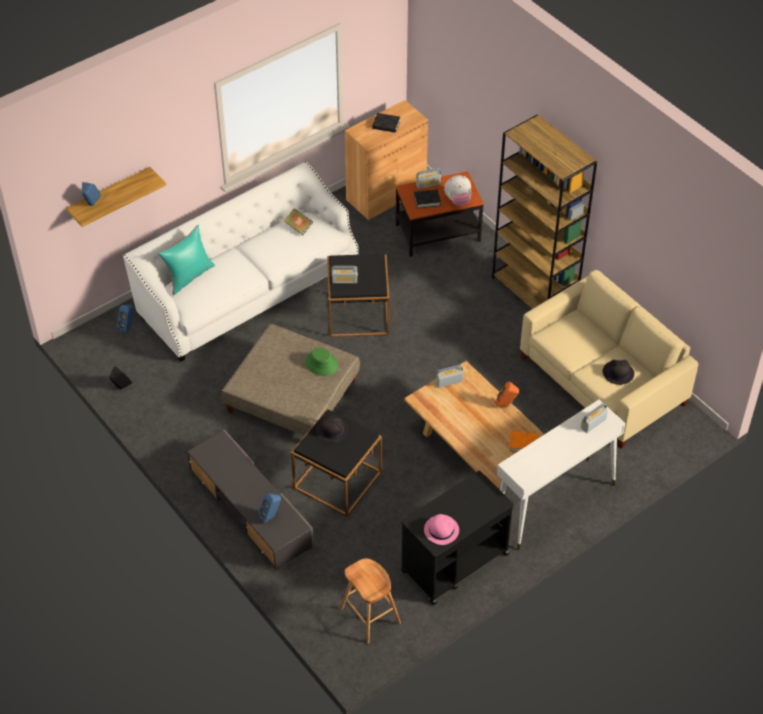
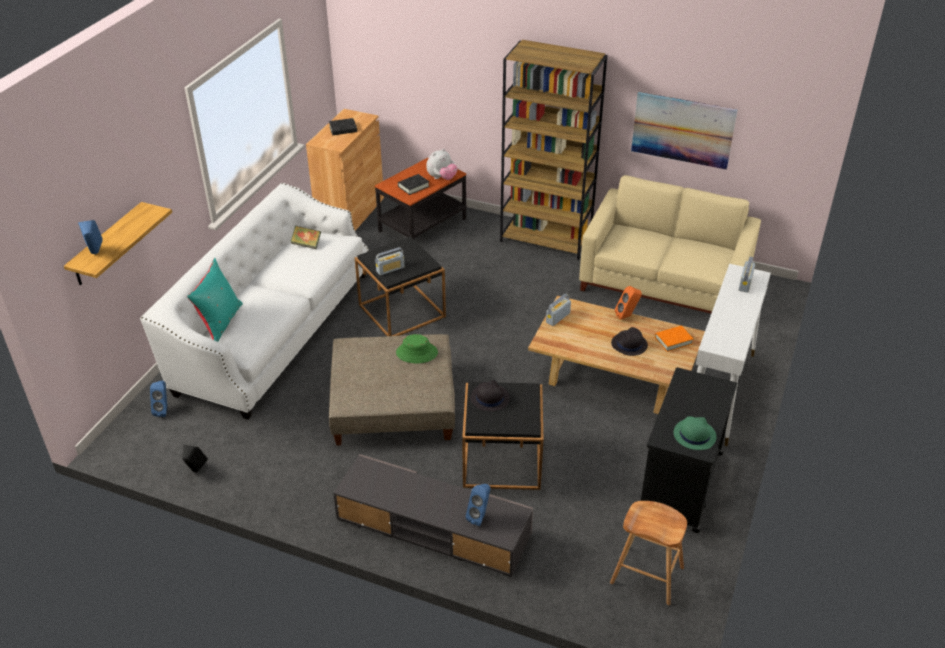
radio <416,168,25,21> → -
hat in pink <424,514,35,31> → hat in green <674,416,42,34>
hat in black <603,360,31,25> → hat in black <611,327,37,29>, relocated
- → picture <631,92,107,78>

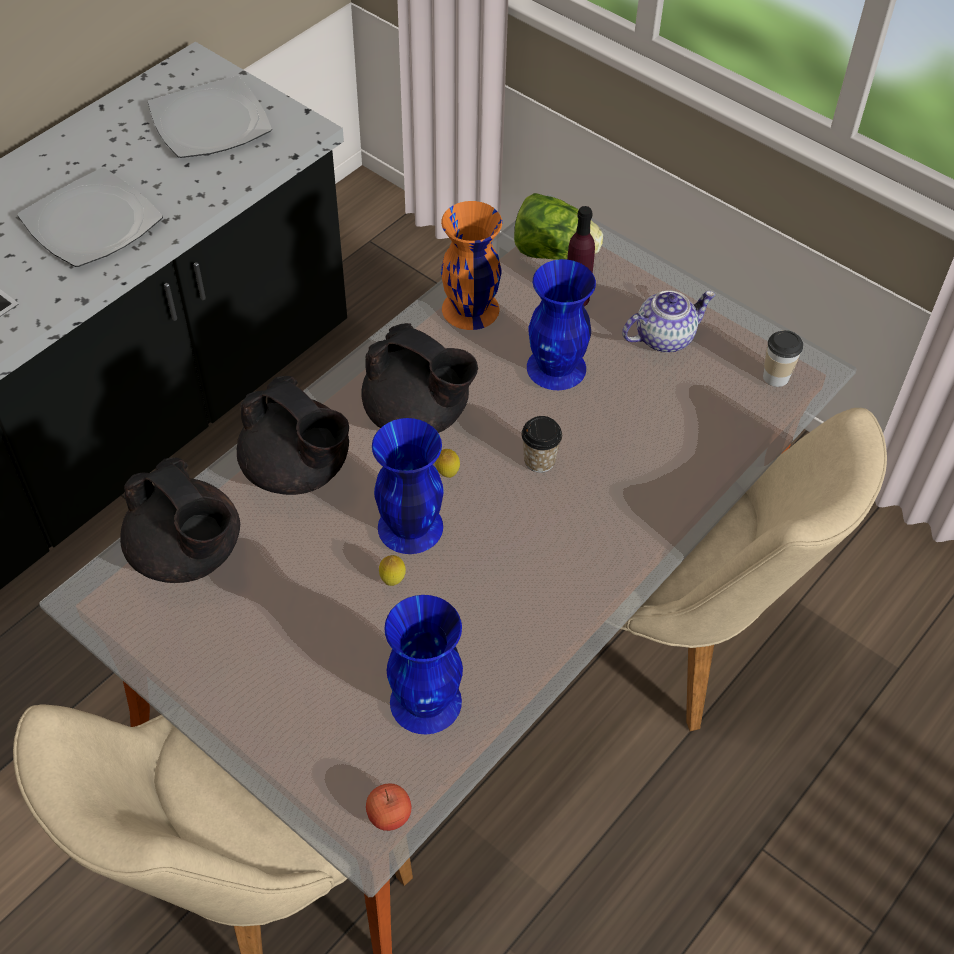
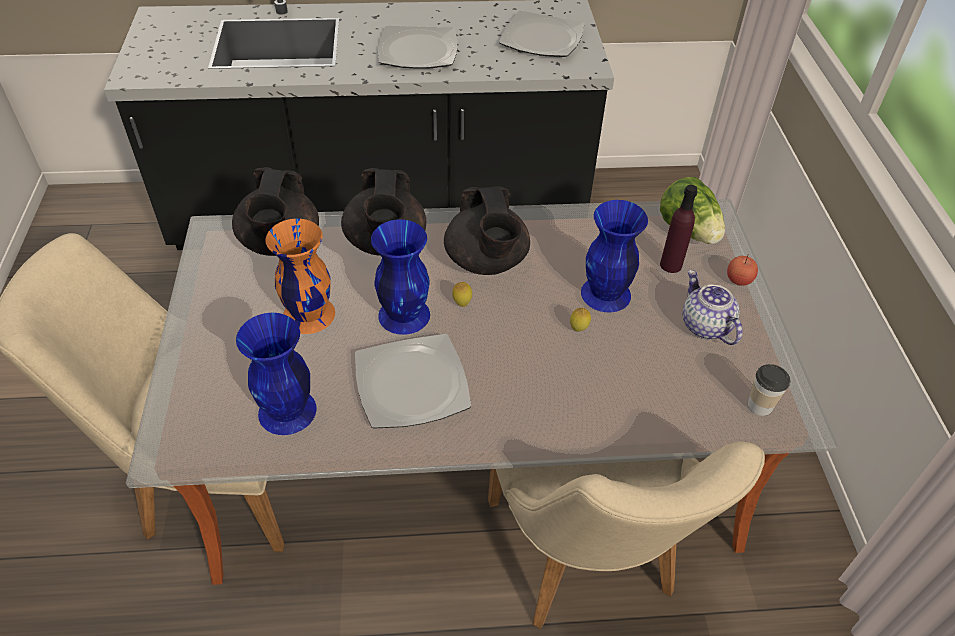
apple <366,784,45,47> → apple <727,255,31,31>, relocated
lemon <379,555,27,31> → lemon <570,308,21,24>, relocated
vase in orange <441,201,61,129> → vase in orange <266,219,69,115>, relocated
cup <521,416,41,57> → -
teapot <622,291,94,62> → teapot <683,270,60,75>, 135 degrees counterclockwise
- → plate <355,334,116,95>

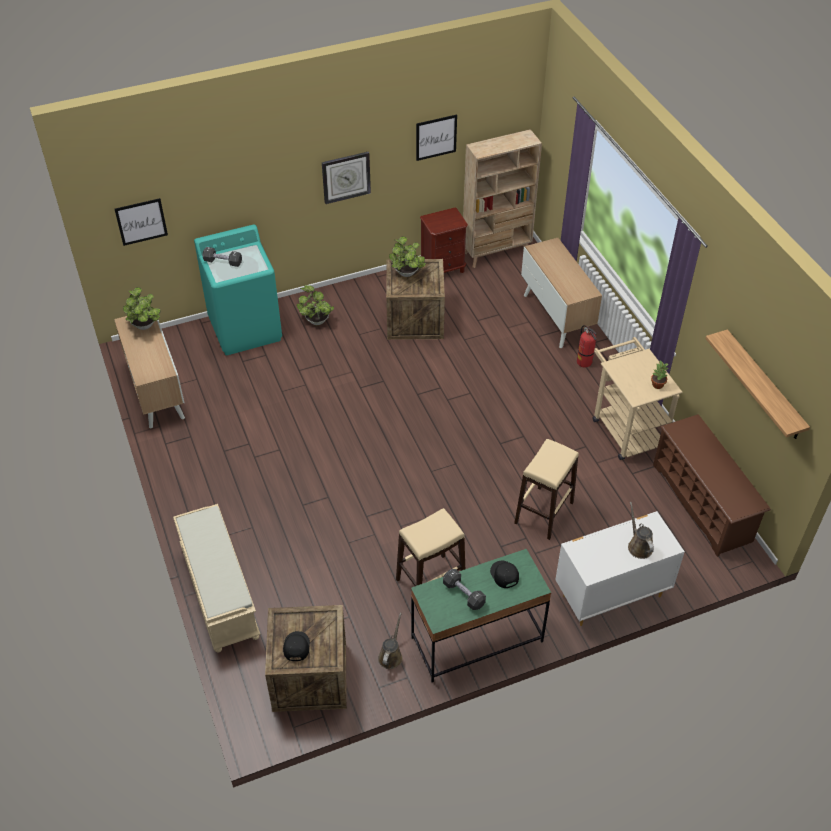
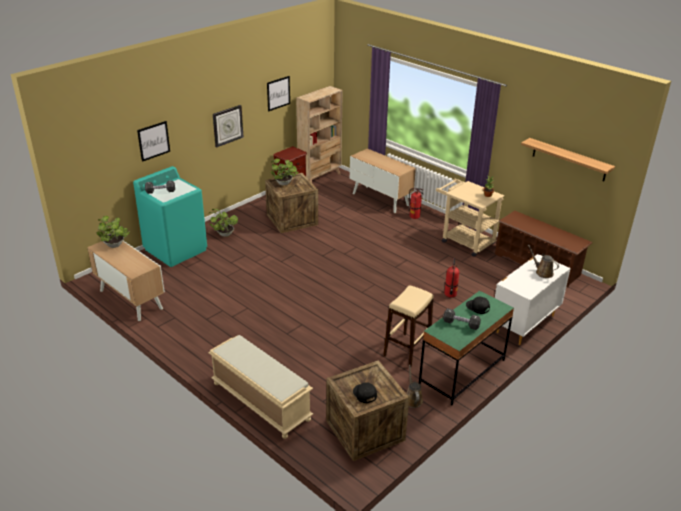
picture <114,198,54,48> → picture <137,121,33,41>, relocated
stool in beige <514,439,65,101> → fire extinguisher <444,258,15,40>

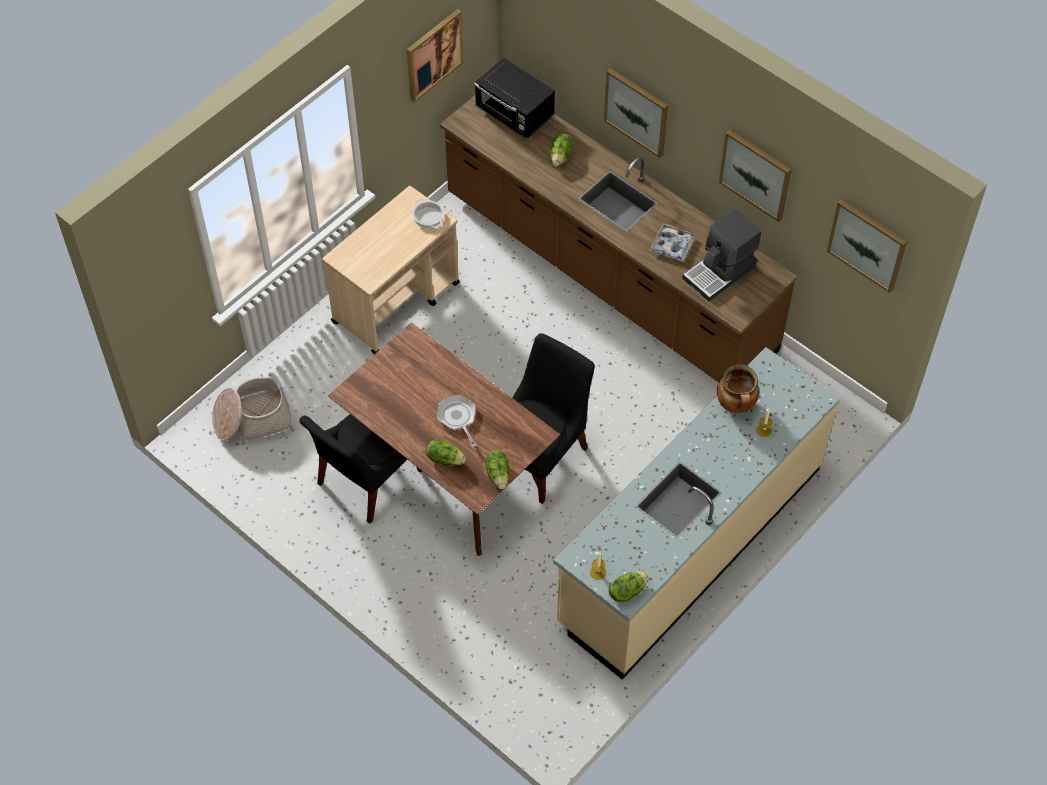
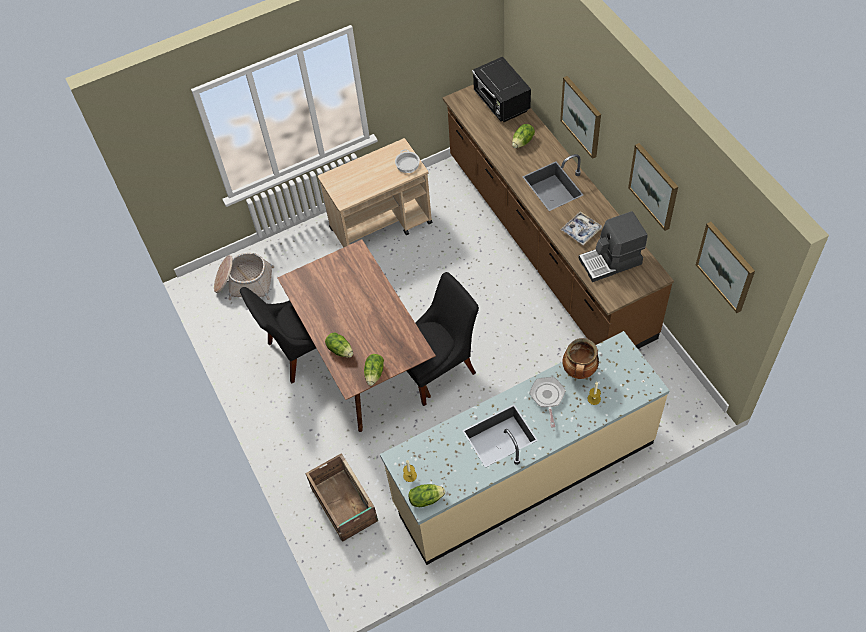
picture <407,9,57,94> → -
frying pan <437,394,40,53> → frying pan <529,377,37,50>, relocated
- → crate <305,453,73,89>

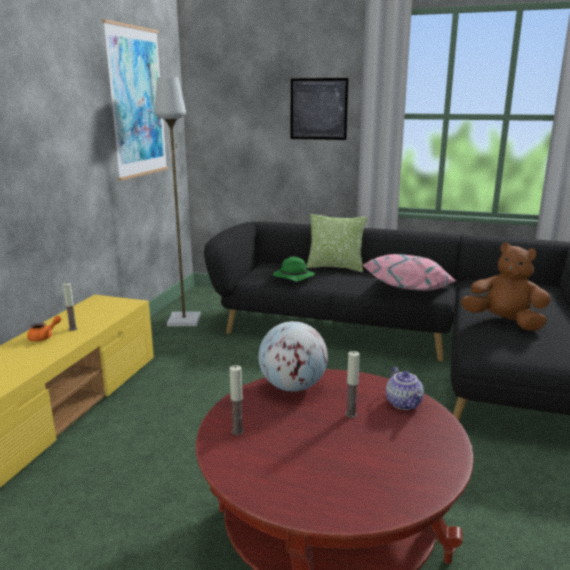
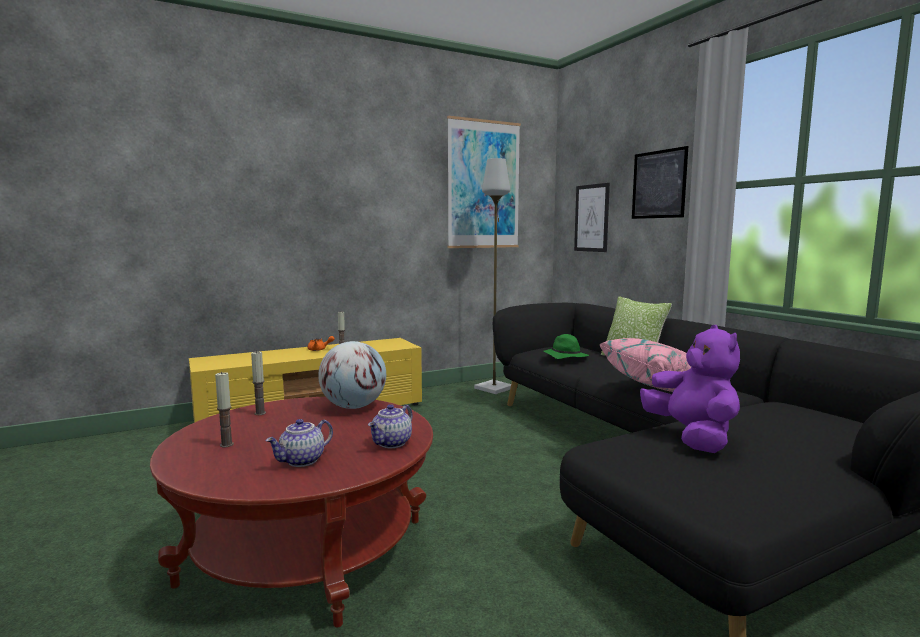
candle <345,351,15,67> → candle <215,371,19,76>, relocated
plush toy in brown <461,243,90,88> → plush toy in purple <640,325,100,128>
- → teapot <265,419,68,48>
- → picture <574,183,36,69>

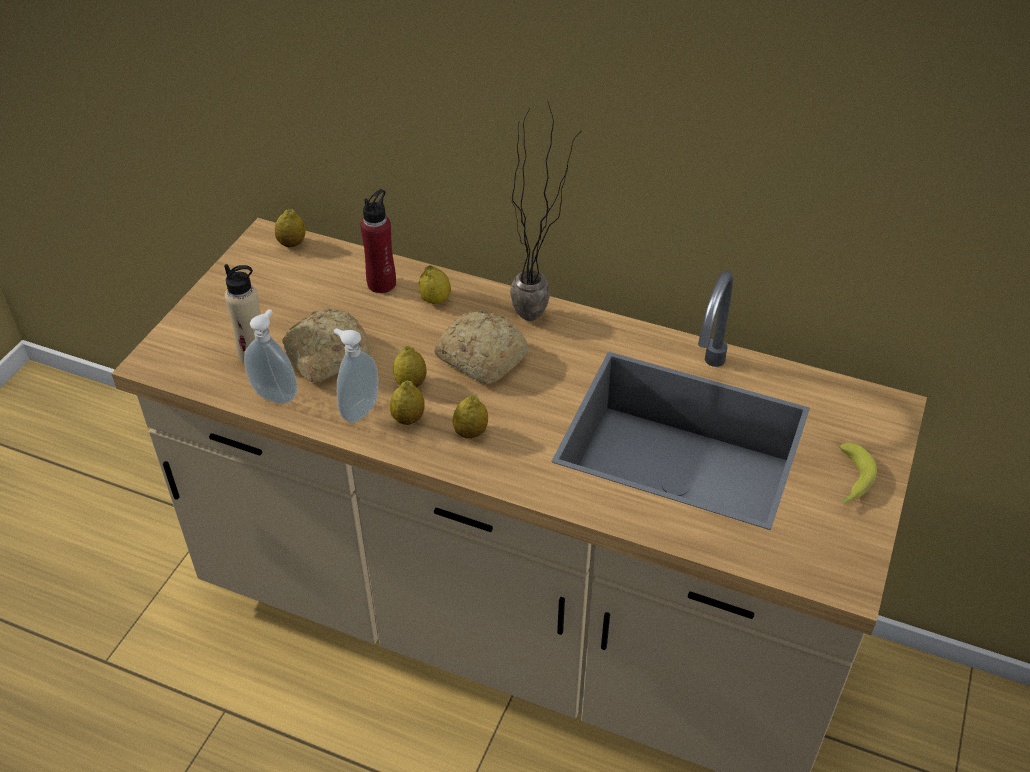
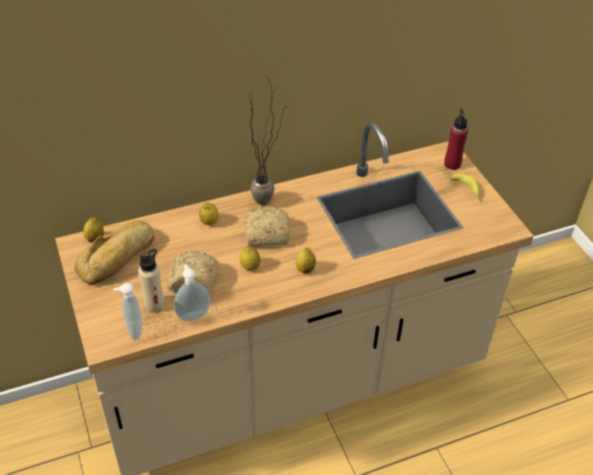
soap dispenser <334,328,45,95> → soap dispenser <114,283,28,57>, relocated
bottle in red <360,189,36,104> → bottle in red <444,109,24,61>, relocated
lemon <390,381,35,44> → -
- → bread <74,220,81,64>

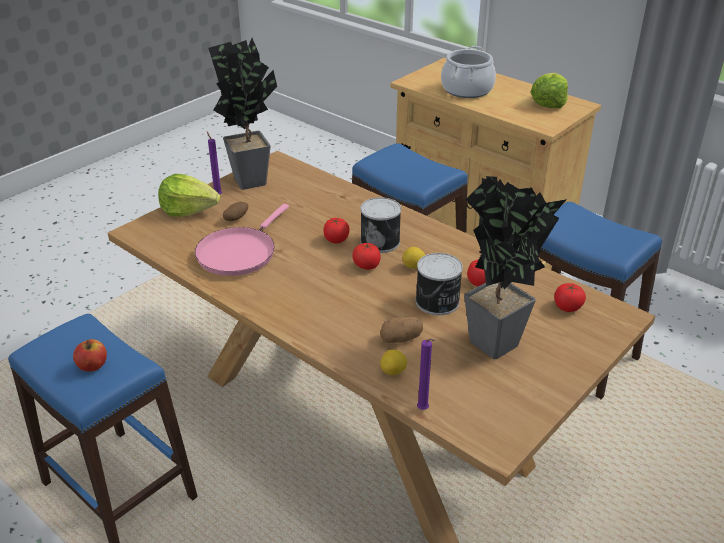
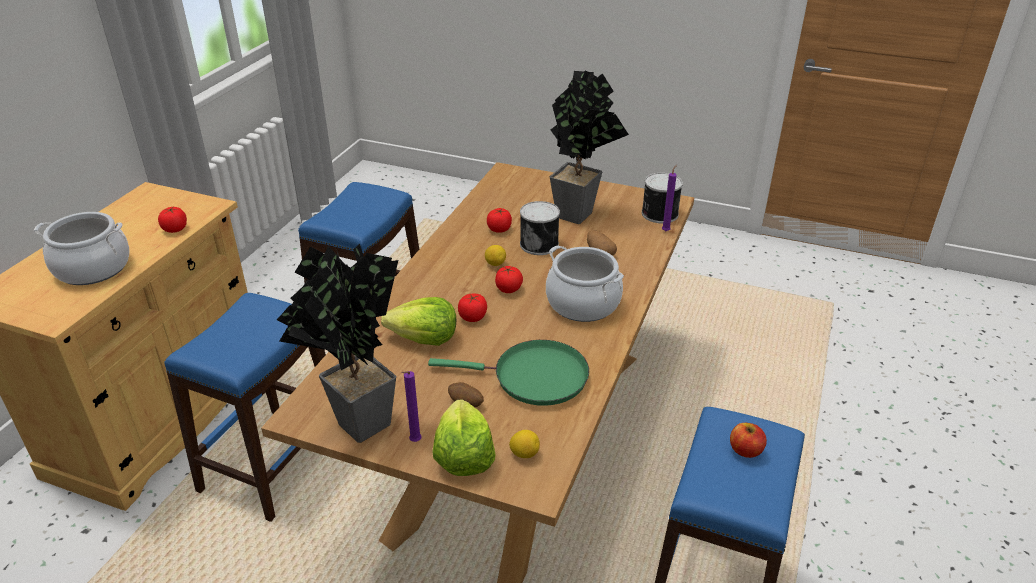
frying pan in pink <195,204,94,72> → frying pan in green <428,340,161,66>
can <360,197,41,56> → can <642,173,41,50>, relocated
lemon <380,349,27,26> → lemon <509,430,31,28>, relocated
lettuce <531,73,37,35> → lettuce <381,297,75,49>, relocated
tomato <554,283,32,29> → tomato <158,207,29,26>, relocated
- → cooking pot <546,245,78,77>

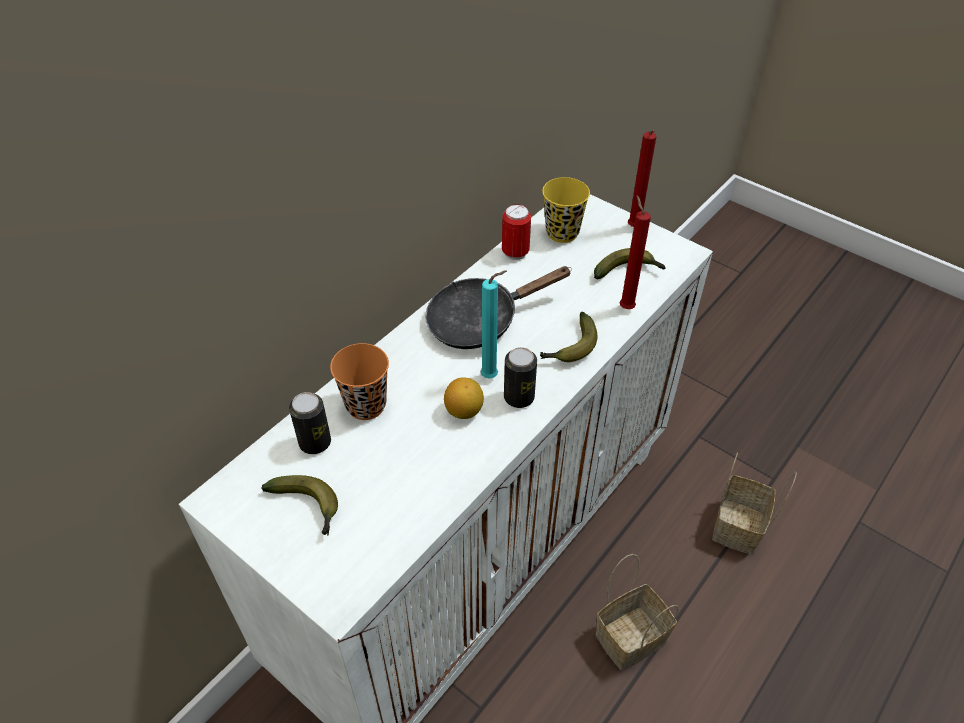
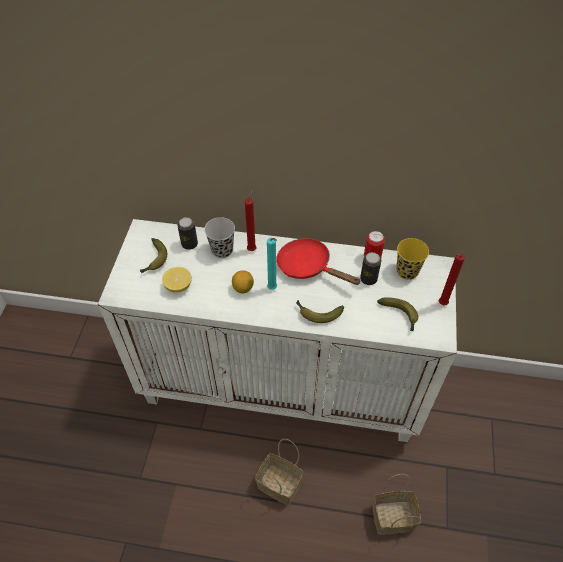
cup in orange <330,343,59,77> → cup in black <204,217,31,41>
frying pan in black <425,266,147,83> → frying pan in red <276,238,84,47>
can <504,347,33,61> → can <360,252,22,33>, relocated
candle in red <620,195,31,114> → candle in red <245,190,11,61>, relocated
- → lemon <162,267,30,25>

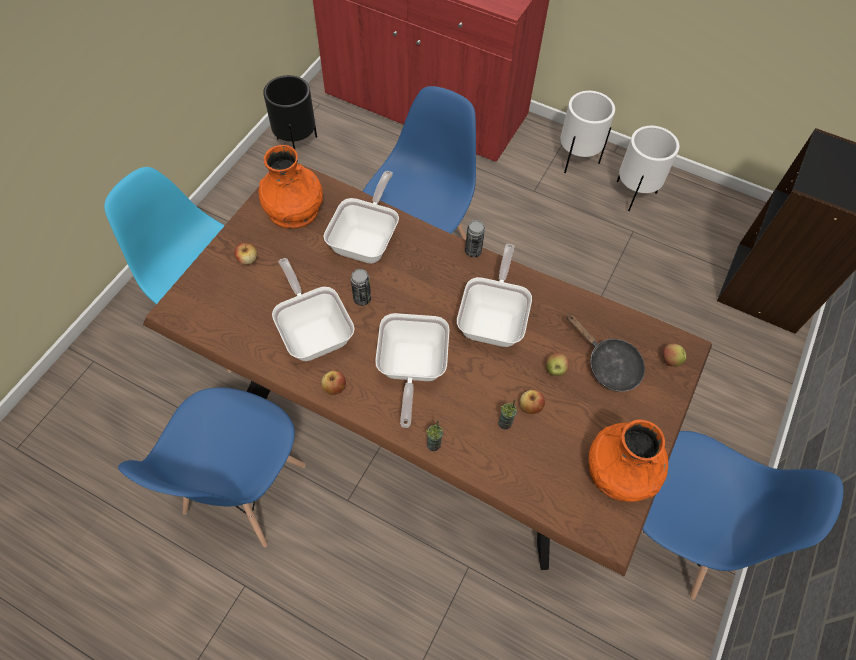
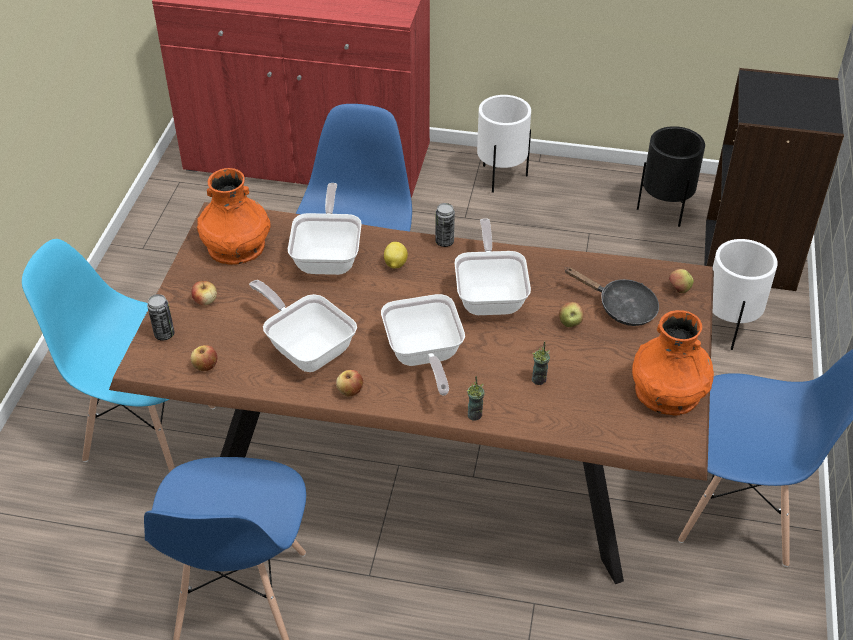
planter in black <263,75,54,87> → planter in black <637,126,68,101>, relocated
can <351,269,20,37> → can <147,294,28,47>, relocated
apple <520,390,25,24> → apple <191,345,26,26>, relocated
planter in white <617,126,62,85> → planter in white <713,239,65,111>, relocated
- → lemon <384,242,24,26>

